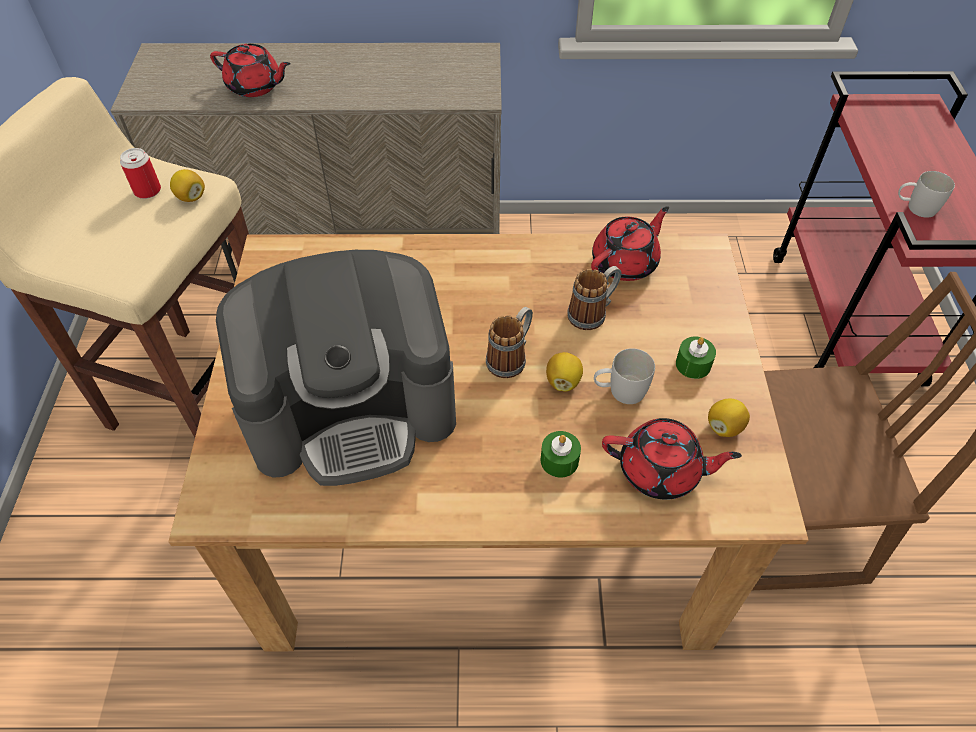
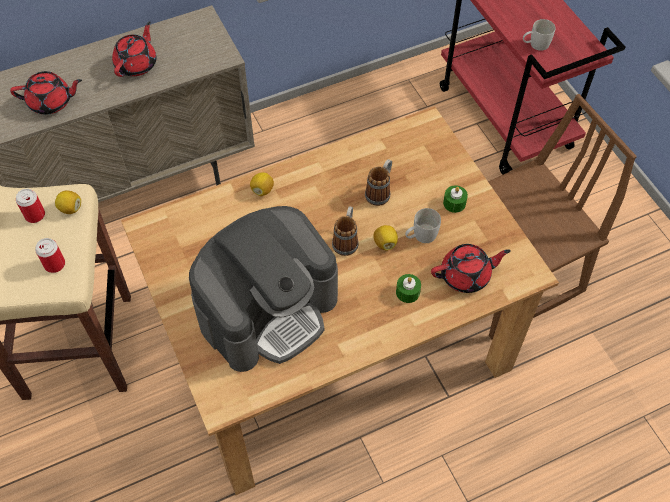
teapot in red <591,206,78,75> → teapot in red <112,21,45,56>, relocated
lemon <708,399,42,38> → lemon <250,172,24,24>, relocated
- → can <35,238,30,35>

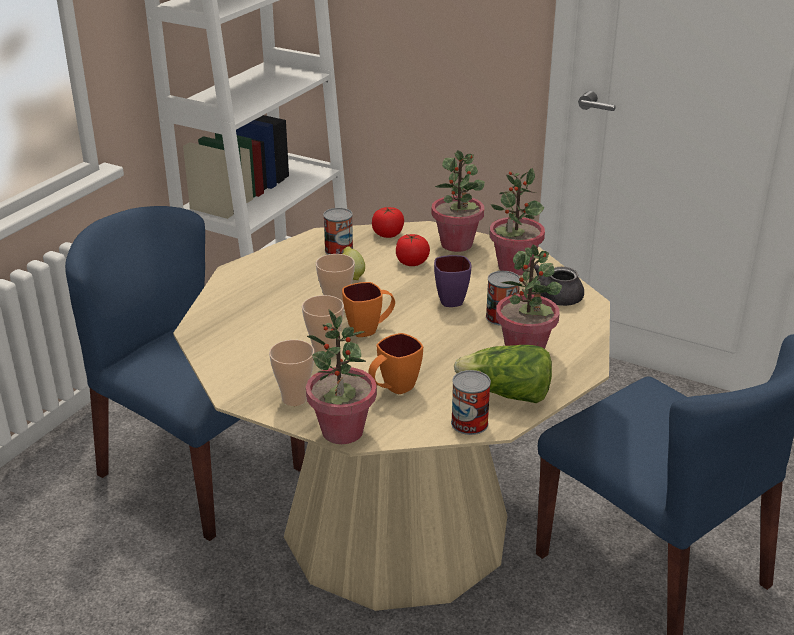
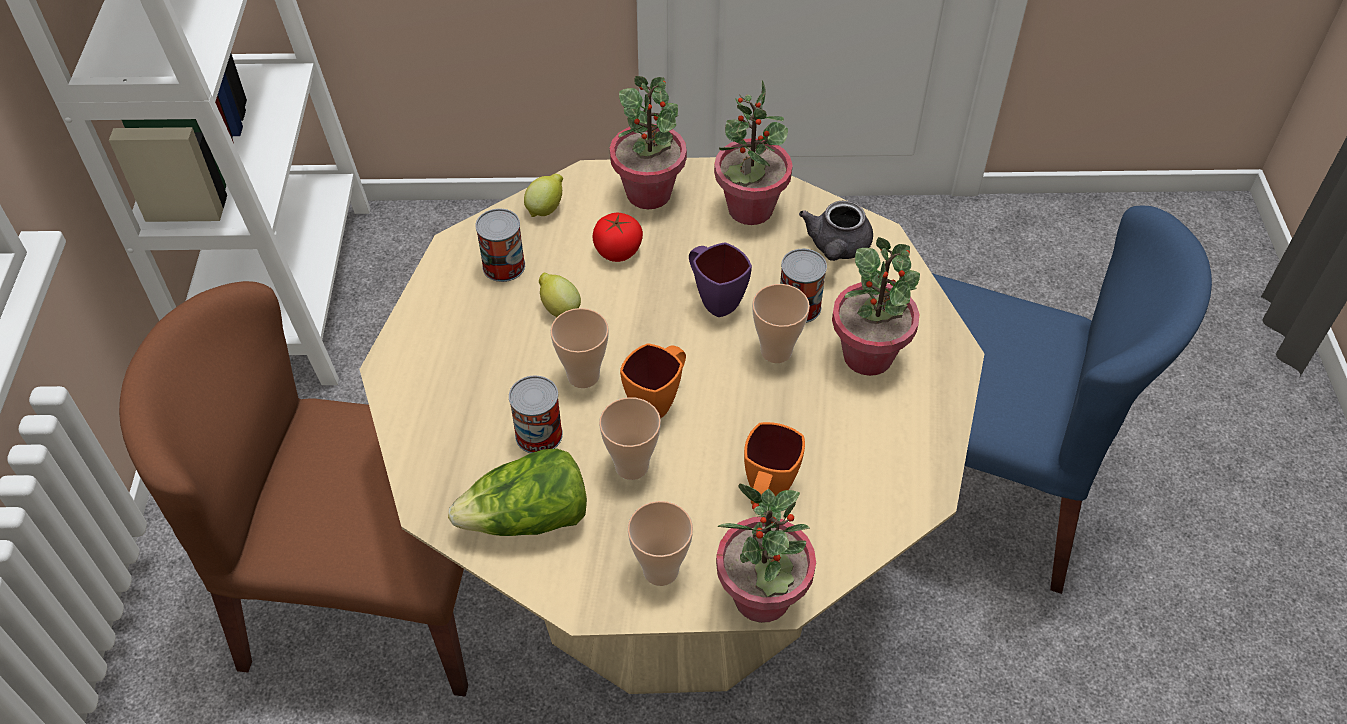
chair in blue <65,206,240,335> → chair in brown <119,281,349,415>
tomato <372,207,32,31> → lemon <524,174,39,43>
can <451,370,40,65> → can <509,376,54,77>, relocated
lettuce <454,345,98,58> → lettuce <448,448,139,88>, relocated
- → cup <752,284,58,79>

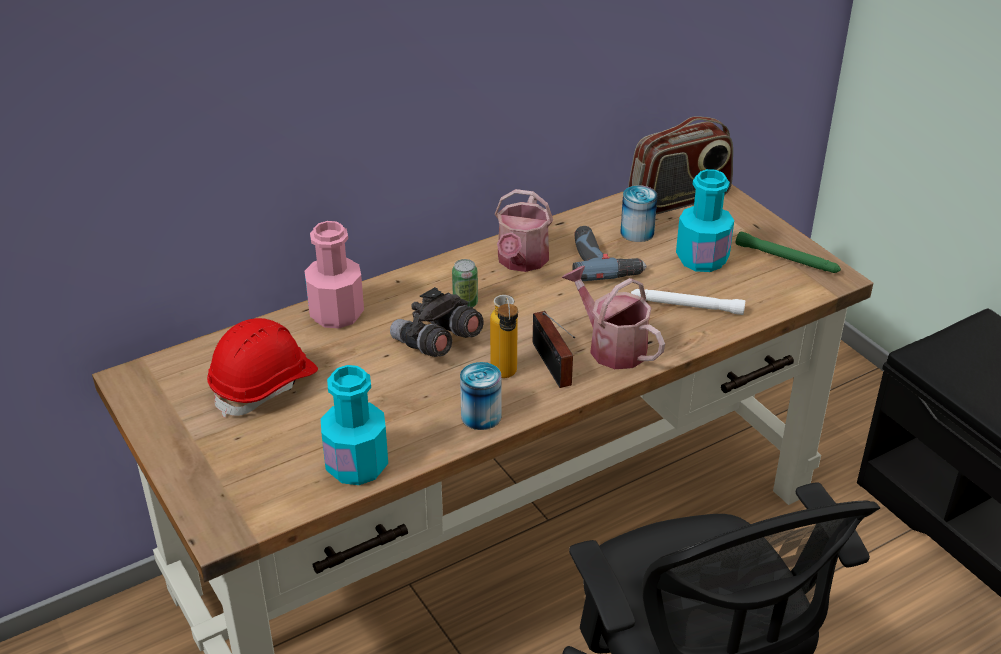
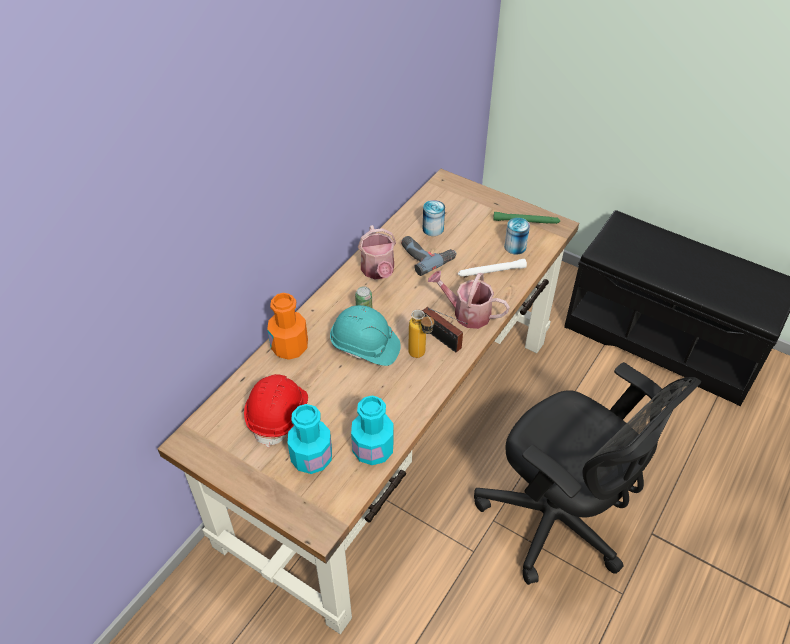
bottle in pink <304,221,60,107> → bottle in orange <267,293,41,67>
binoculars in grey <390,287,94,70> → hard hat in turquoise <330,305,71,61>
can <460,362,41,68> → can <504,218,26,37>, relocated
radio <628,116,105,98> → -
bottle in turquoise <676,169,58,103> → bottle in turquoise <288,404,44,70>, relocated

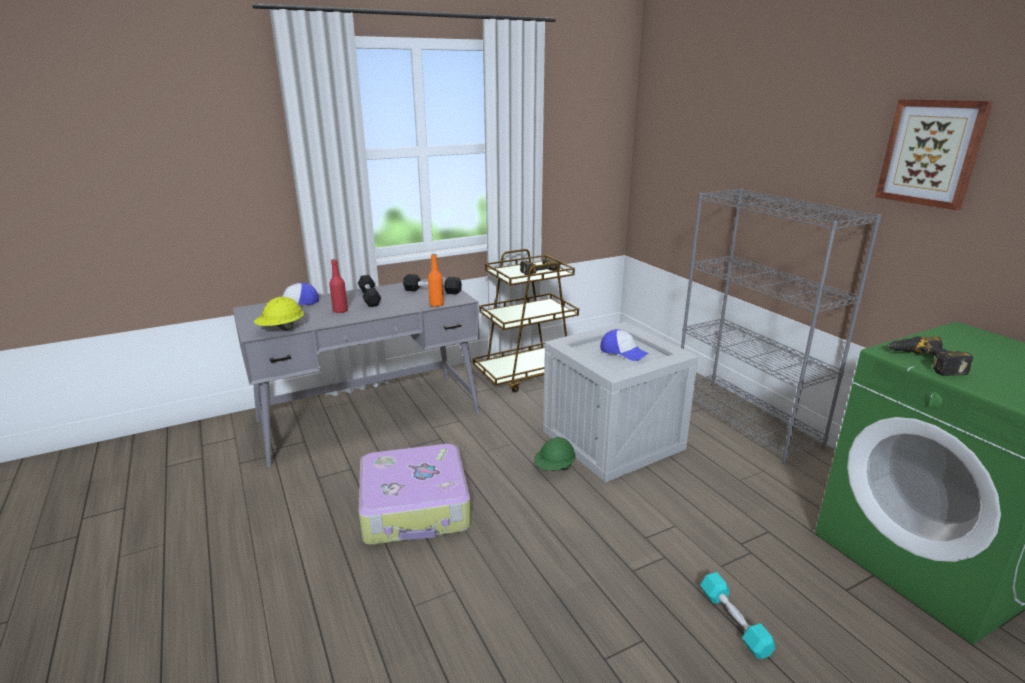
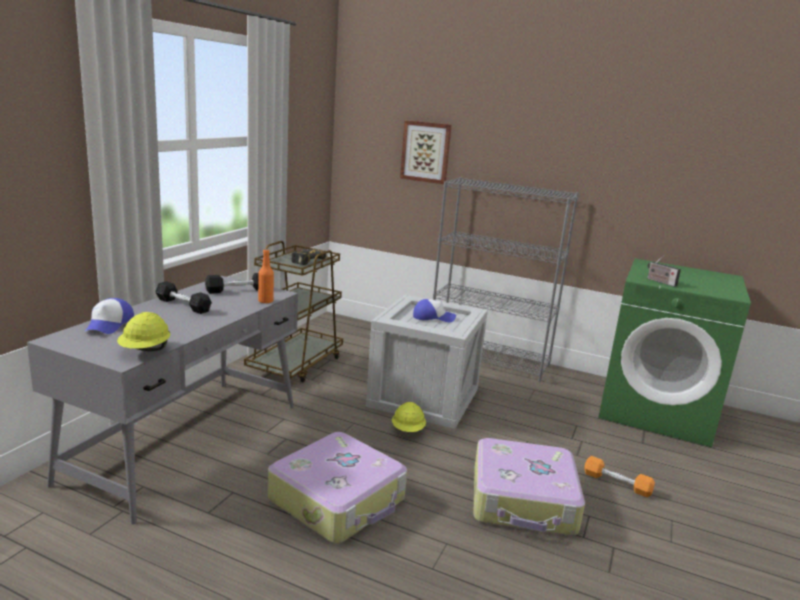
bottle in red <329,259,19,54> → -
hard hat in green <534,437,42,33> → hard hat in yellow <392,402,34,30>
dumbbell in turquoise <700,572,75,87> → dumbbell in orange <584,456,71,41>
picture <875,99,118,111> → picture <400,120,52,64>, relocated
power drill <887,336,86,40> → radio <647,255,34,32>
- → suitcase <473,438,112,97>

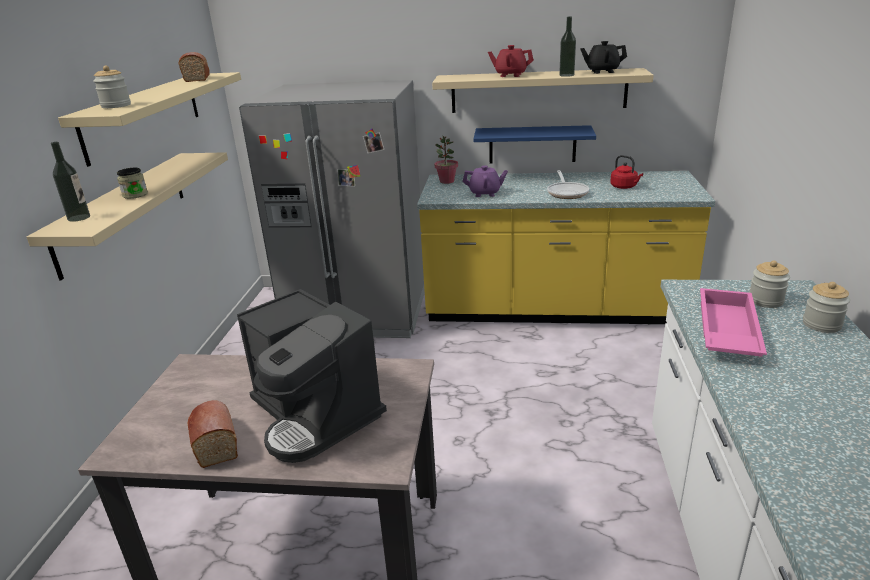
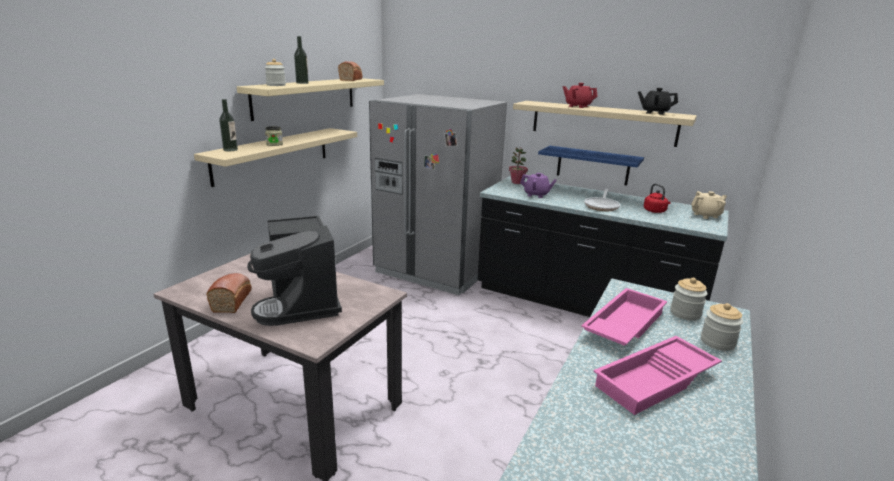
counter in yellow <417,171,298,153> → counter in black <478,176,251,141>
bottle <559,17,17,60> → bottle <294,36,15,48>, relocated
- → tray in pink <593,336,129,79>
- → teapot in beige <691,191,36,28>

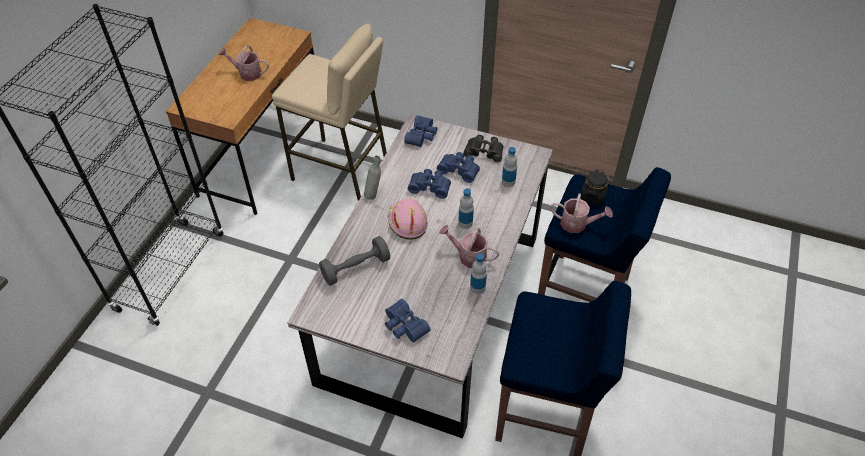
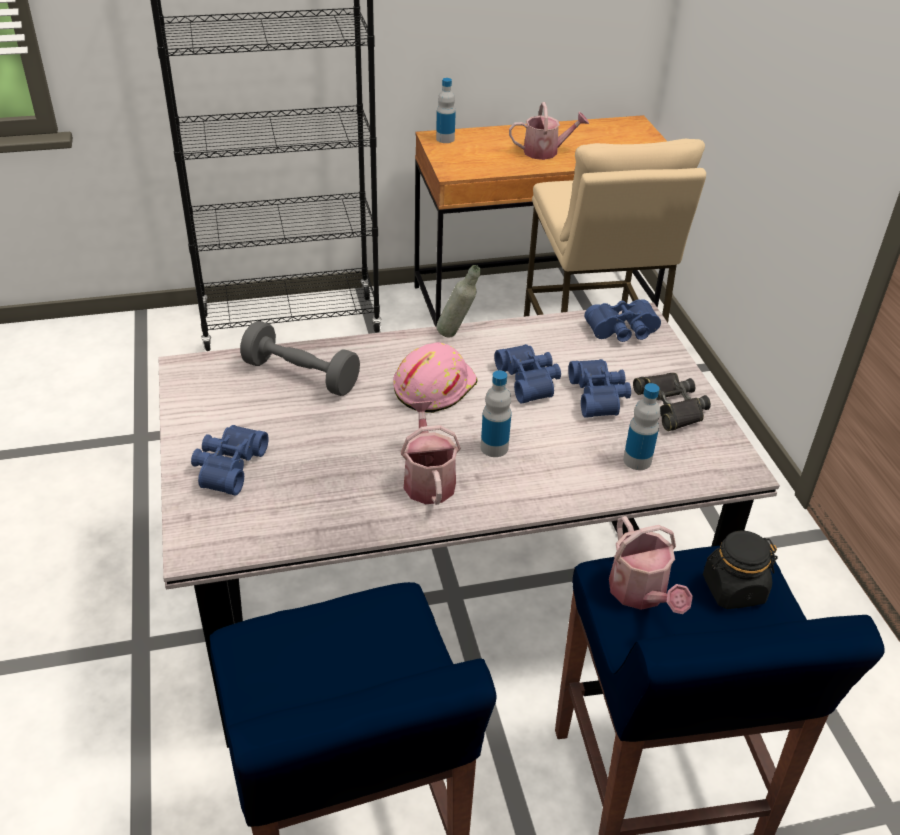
watering can <219,45,50,36> → watering can <509,102,80,58>, 105 degrees clockwise
bottle <470,253,17,41> → bottle <436,78,20,65>, relocated

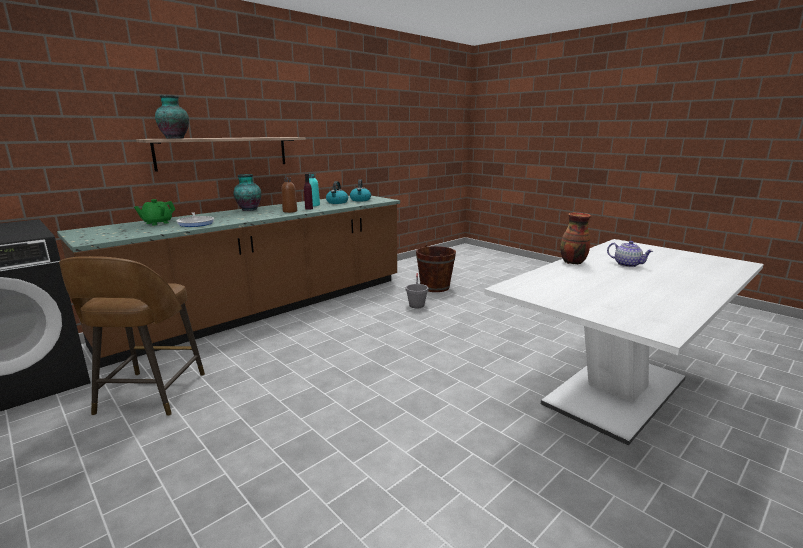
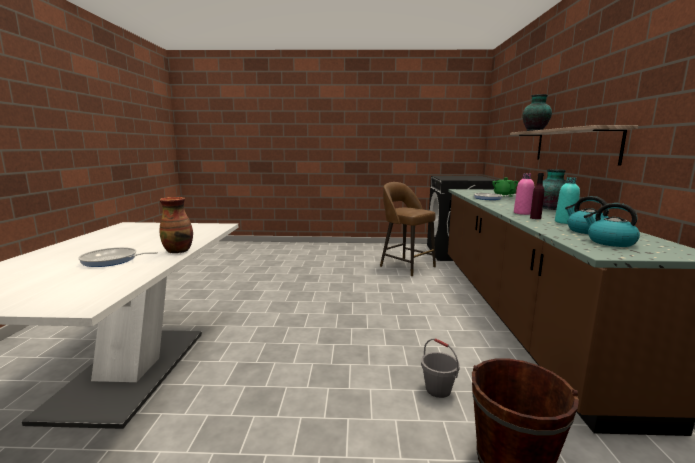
bottle in brown <282,177,15,36> → bottle in pink <514,173,20,42>
teapot <607,241,46,26> → frying pan <78,247,80,20>

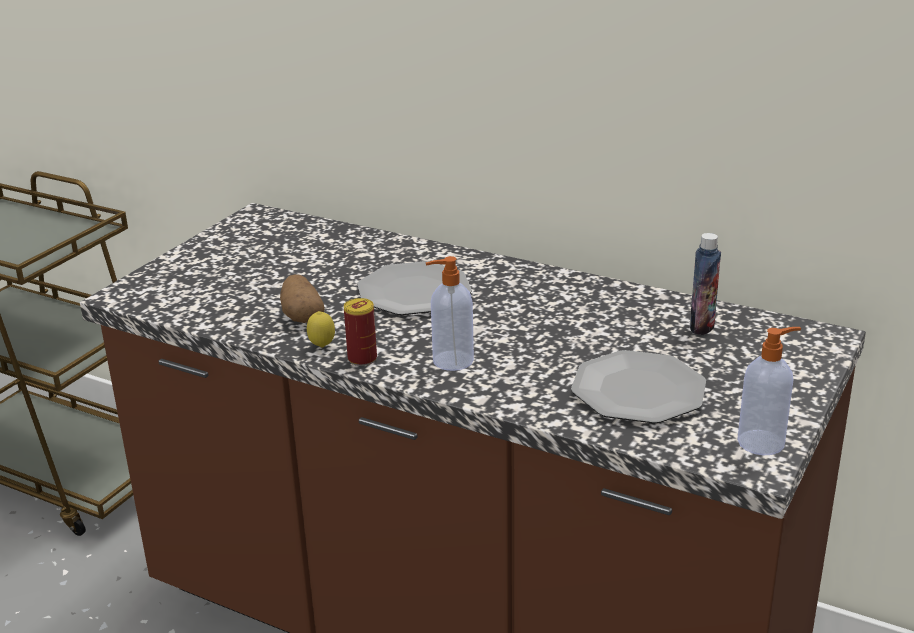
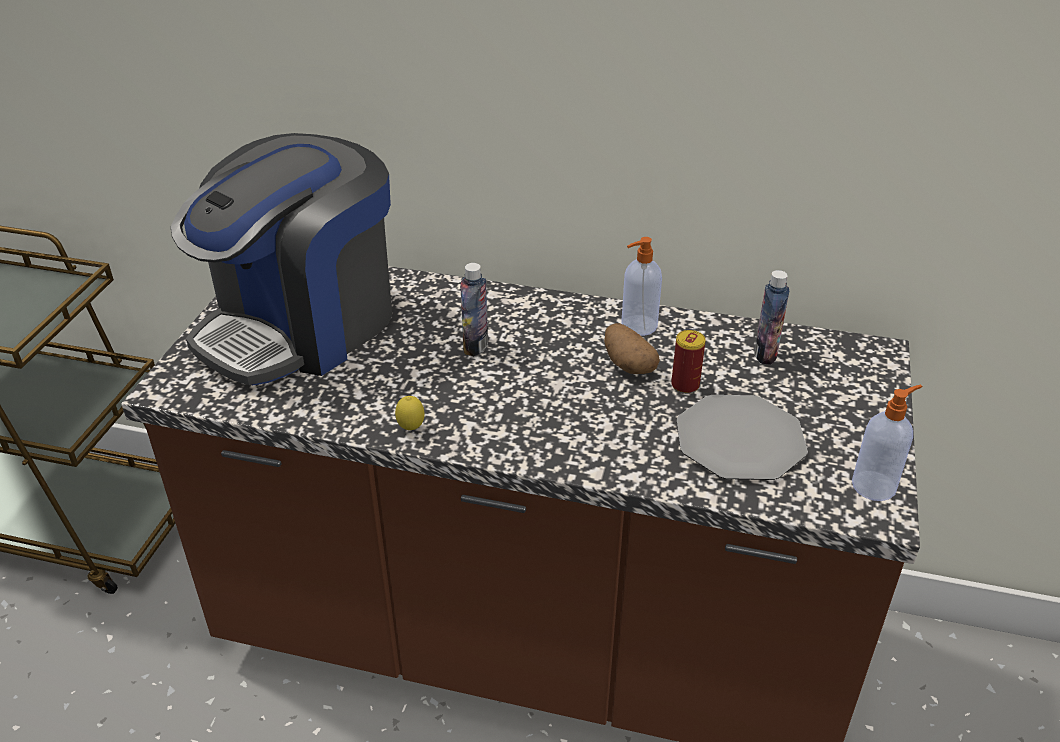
potato <280,274,45,49> → potato <604,323,56,51>, relocated
can <344,298,33,68> → can <671,330,35,64>, relocated
plate <357,261,115,54> → bottle <460,263,28,93>
soap dispenser <426,256,48,115> → soap dispenser <621,237,41,99>, relocated
- → coffee machine <171,133,221,252>

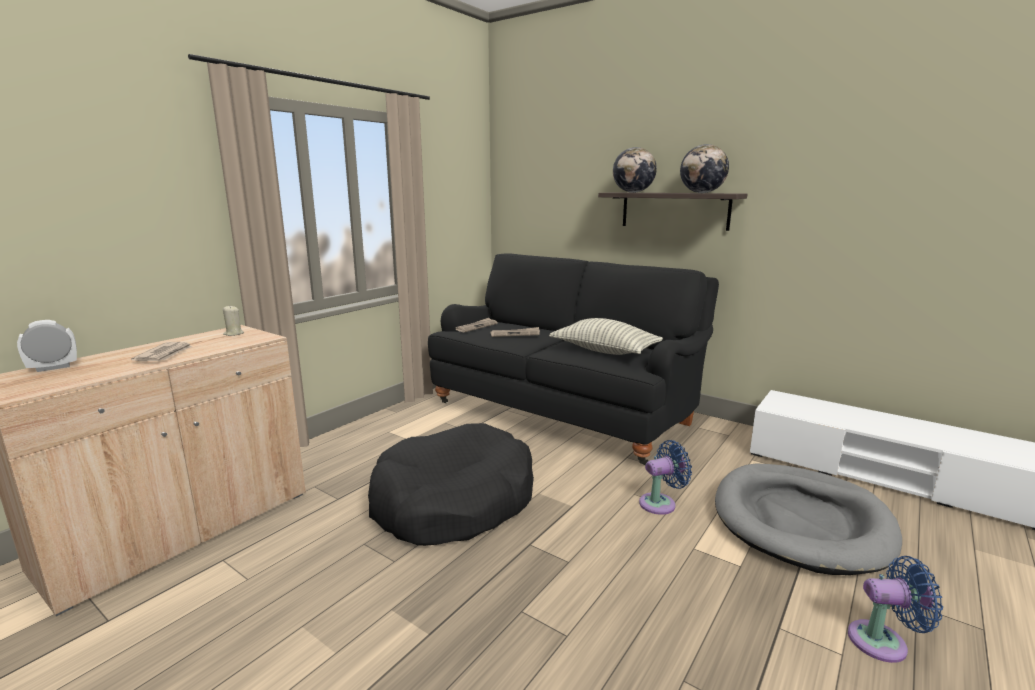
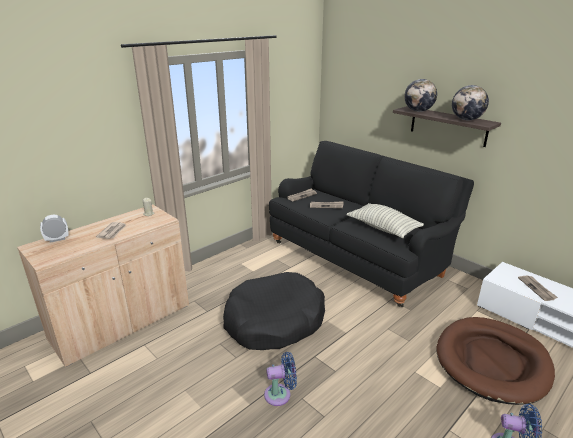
fan in blue <639,440,53,75> → fan in blue <264,352,33,54>, relocated
dog bed in grey <715,463,187,112> → dog bed in brown <437,317,118,88>
- → newspaper <518,275,40,26>

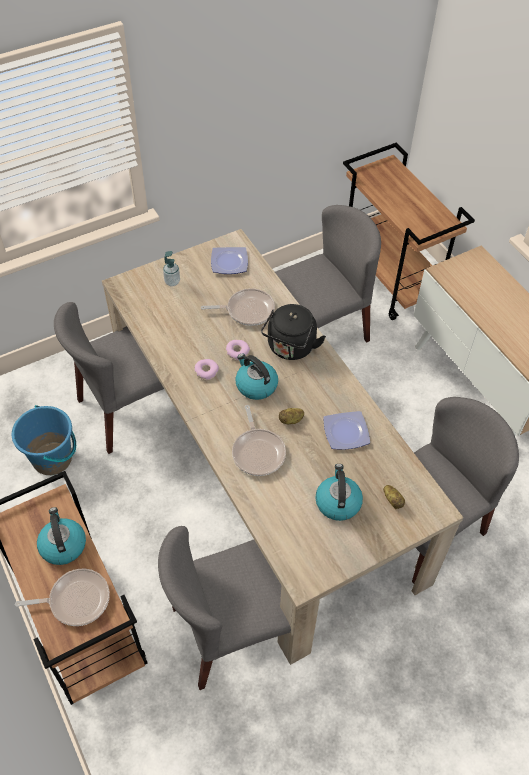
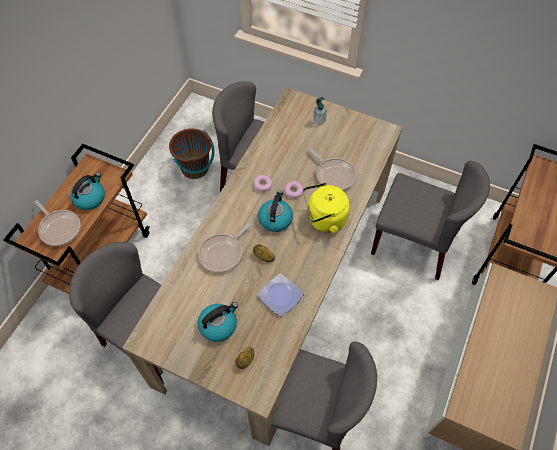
bucket in blue <12,405,64,70> → bucket in brown <169,128,45,51>
plate <211,247,37,27> → -
kettle in black <261,304,65,56> → kettle in yellow <303,183,47,50>

